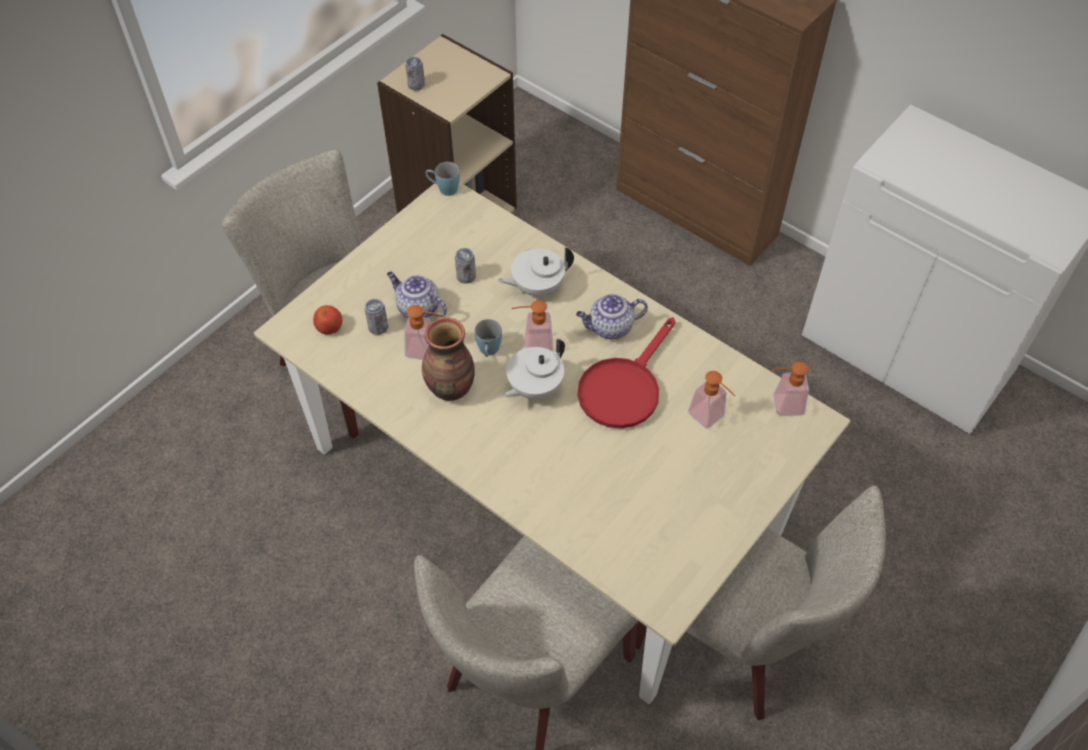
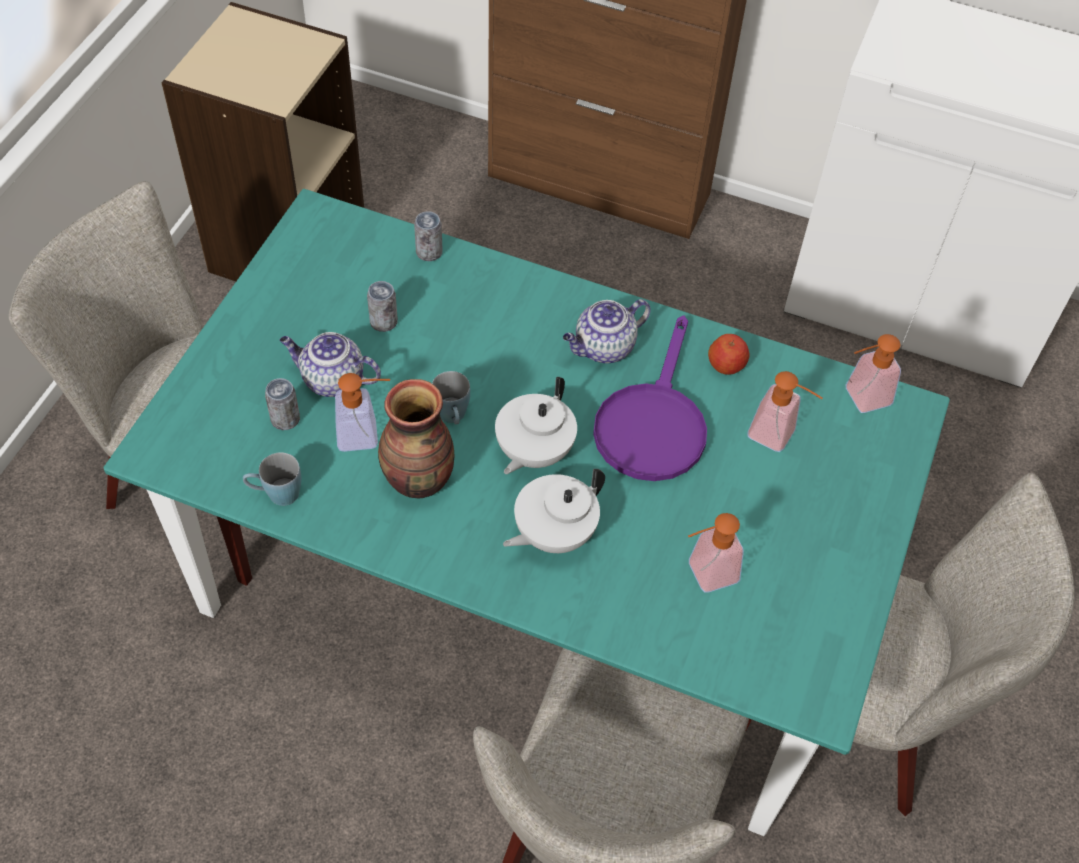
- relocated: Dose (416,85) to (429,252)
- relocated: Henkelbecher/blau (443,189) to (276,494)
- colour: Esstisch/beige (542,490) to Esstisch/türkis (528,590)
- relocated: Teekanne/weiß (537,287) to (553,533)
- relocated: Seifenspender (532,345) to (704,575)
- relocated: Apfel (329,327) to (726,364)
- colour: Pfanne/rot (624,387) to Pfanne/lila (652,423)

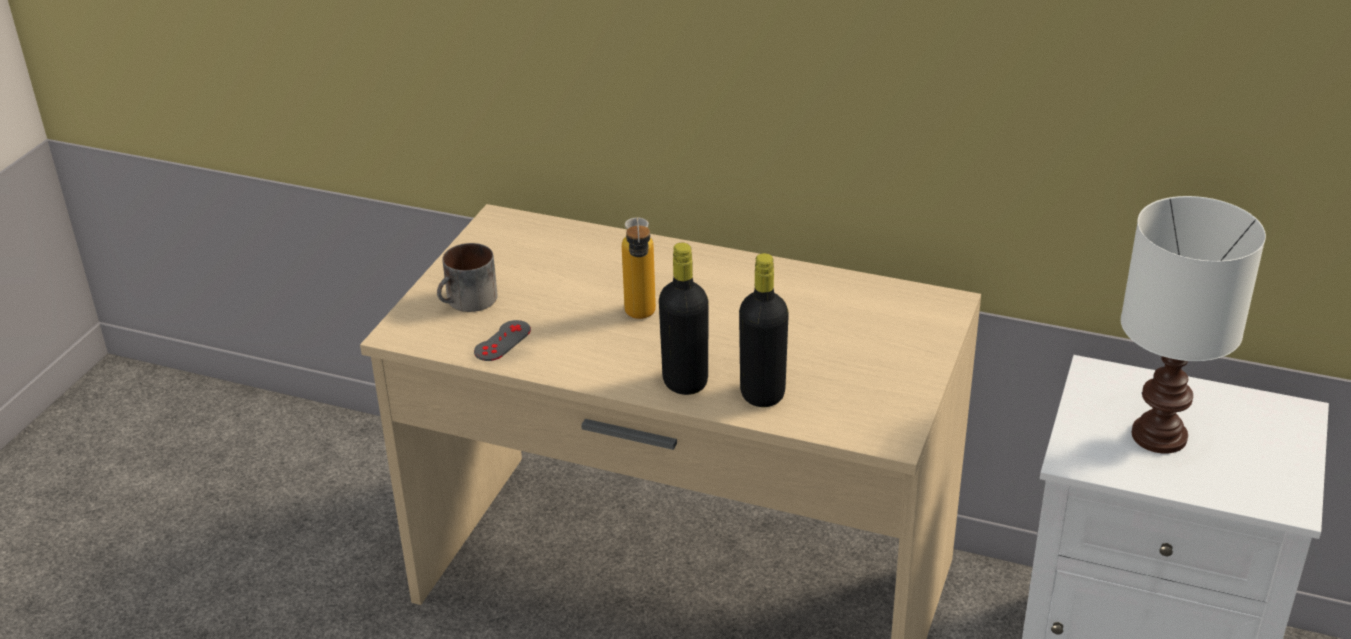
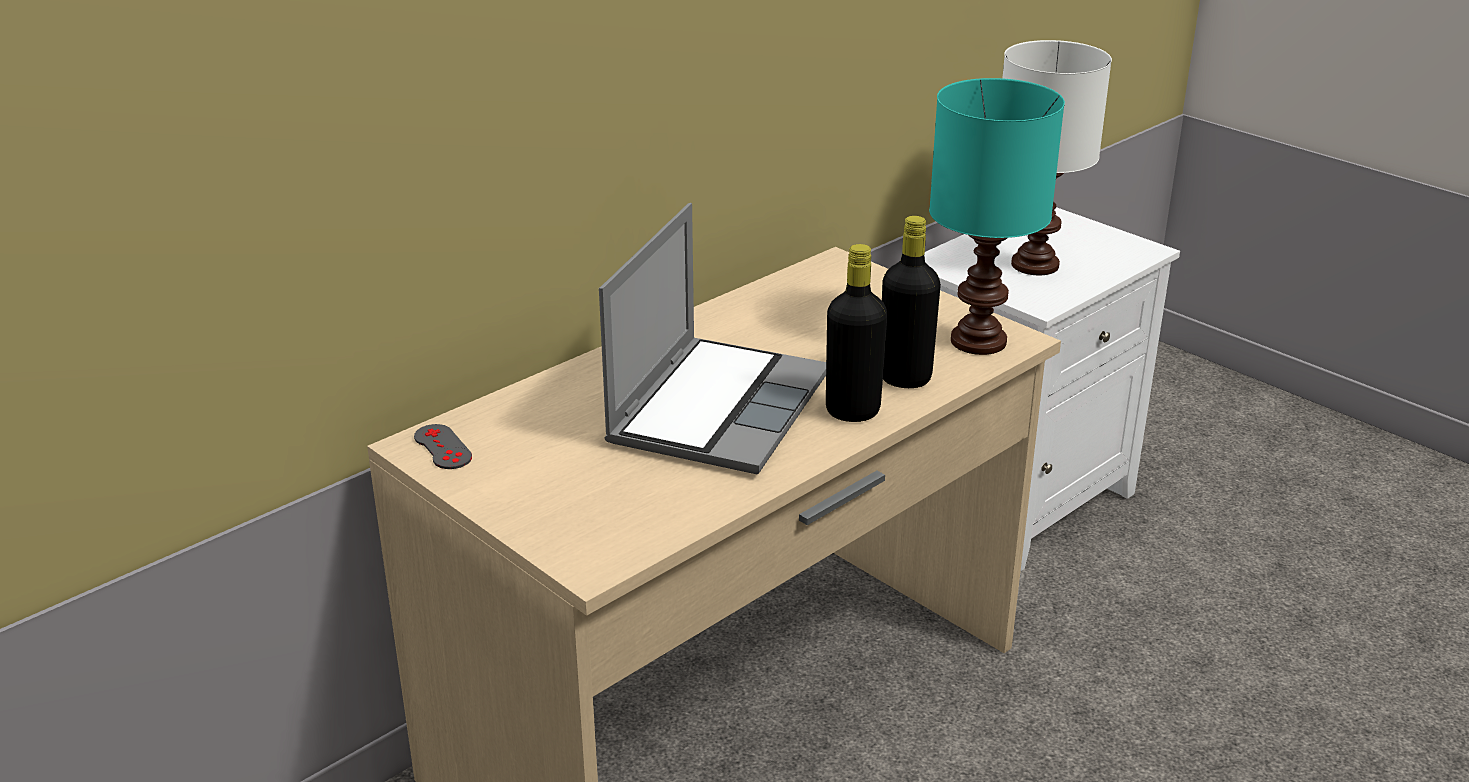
- exchanged: Flasche (641,319) to Laptop (718,407)
- missing: Henkelbecher (468,302)
- relocated: Gamepad/grau (502,341) to (442,447)
- appeared: Tischlampe/türkis (978,342)

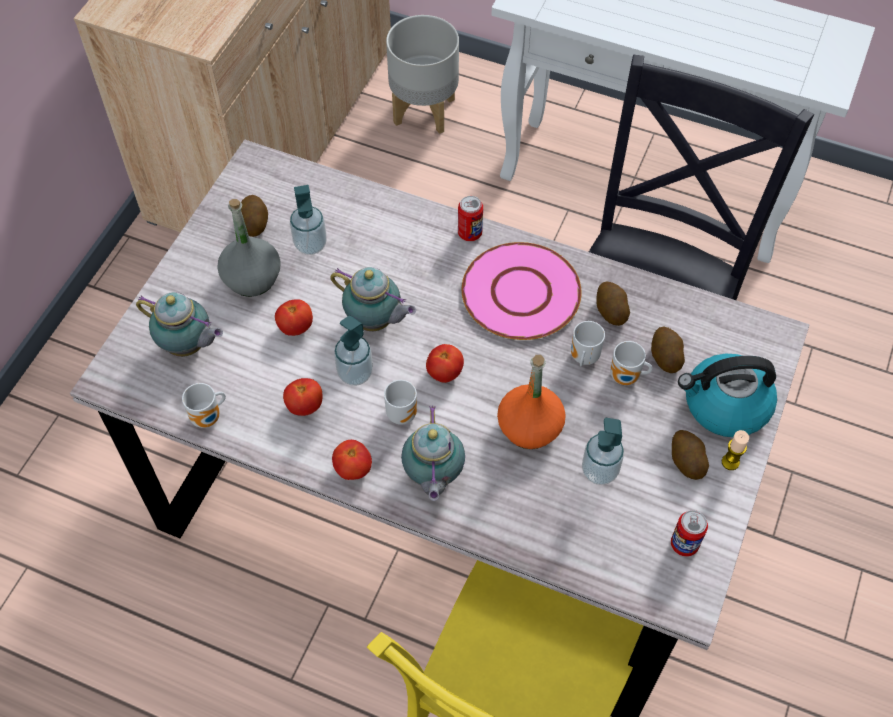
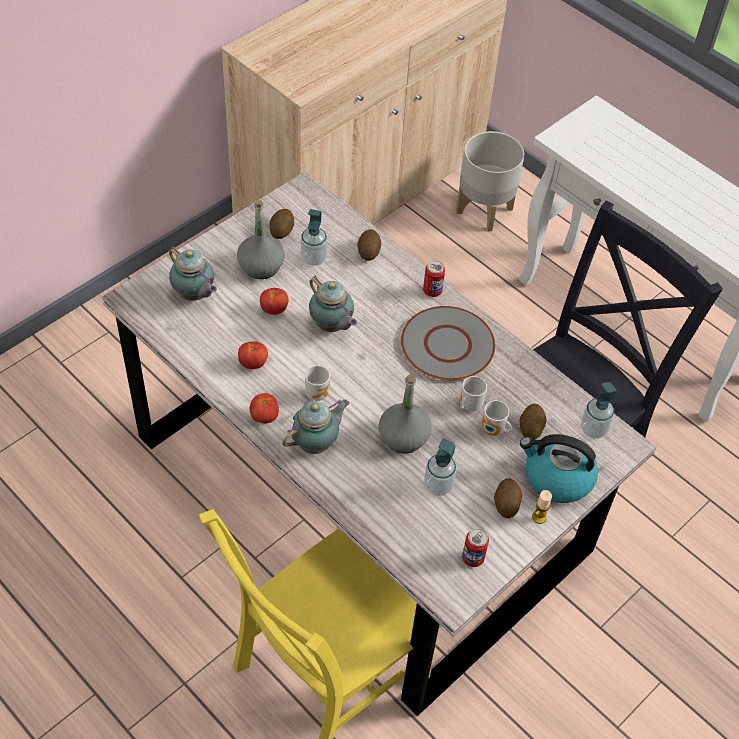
- colour: Teller/rosa (520,293) to Teller/grau (446,345)
- relocated: Kartoffel (610,311) to (368,251)
- relocated: Seifenspender (355,373) to (593,429)
- missing: Tomate (444,373)
- colour: Flasche/orange (530,427) to Flasche/grau (403,437)
- missing: Henkelbecher (209,418)
- spun: Teekanne (432,477) = (316,443) 150 degrees counterclockwise

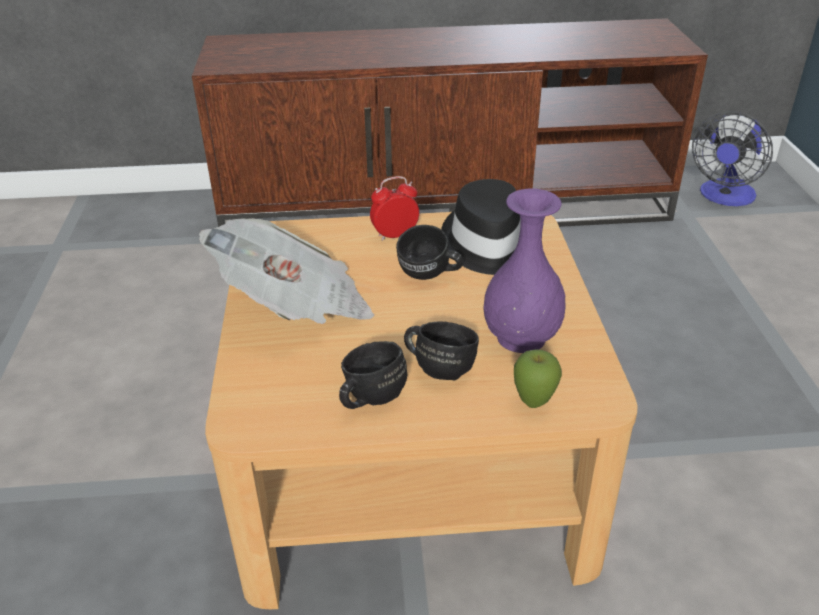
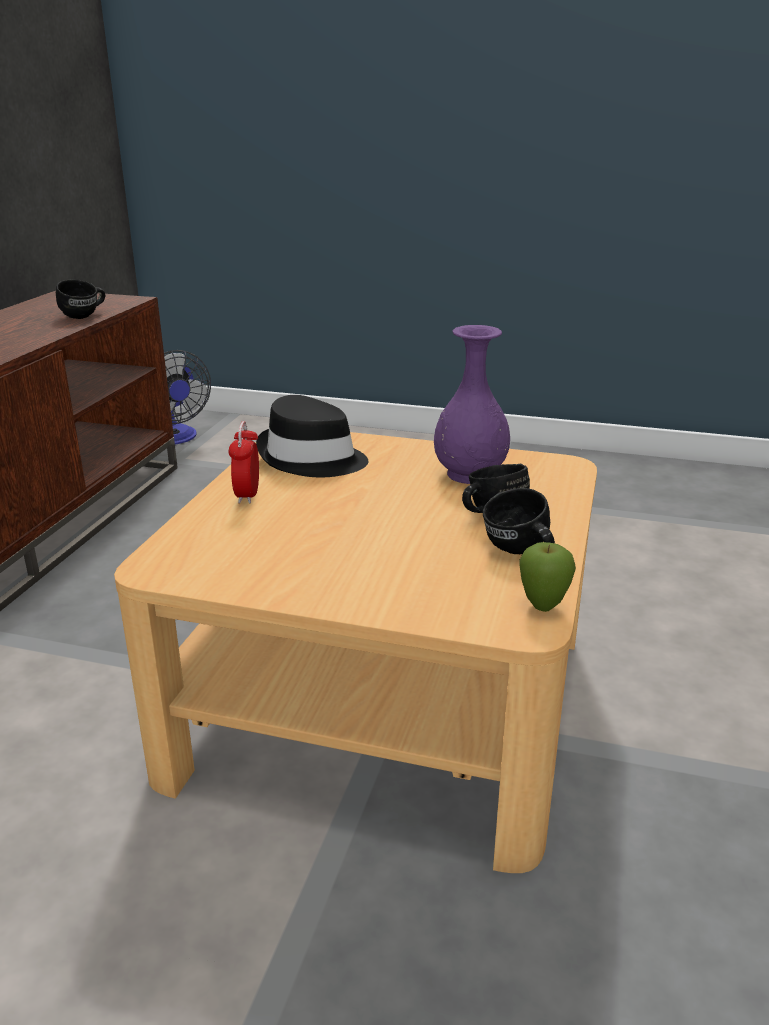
- missing: Zeitung (296,307)
- relocated: Henkelbecher/schwarz (429,276) to (85,316)
- relocated: Apfel (534,403) to (543,606)

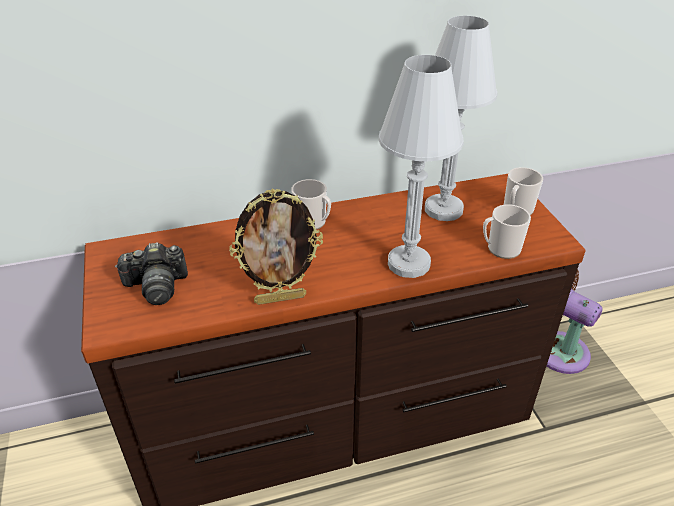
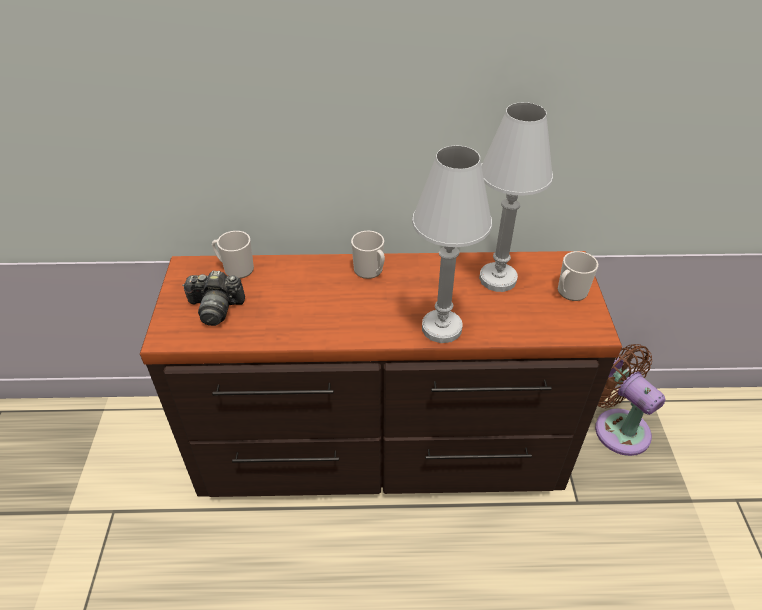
- missing: Bilderrahmen (280,298)
- relocated: Henkelbecher (500,249) to (235,269)

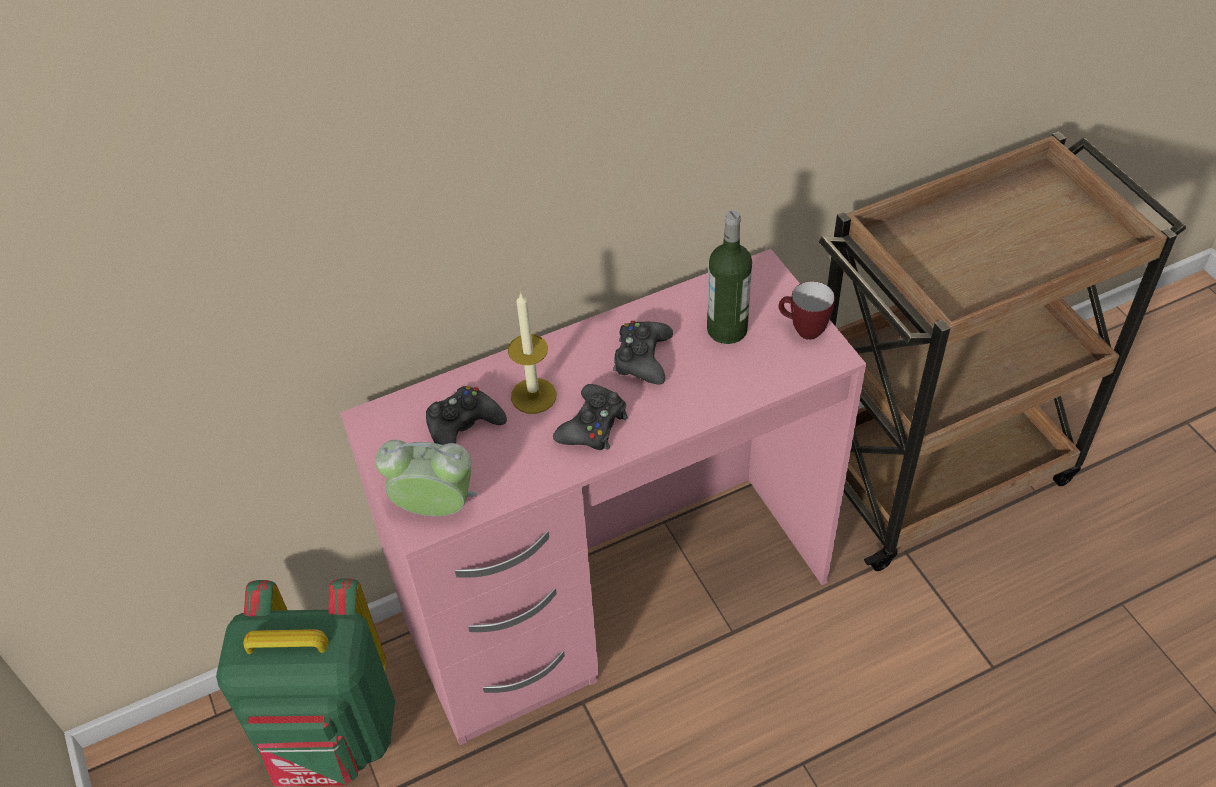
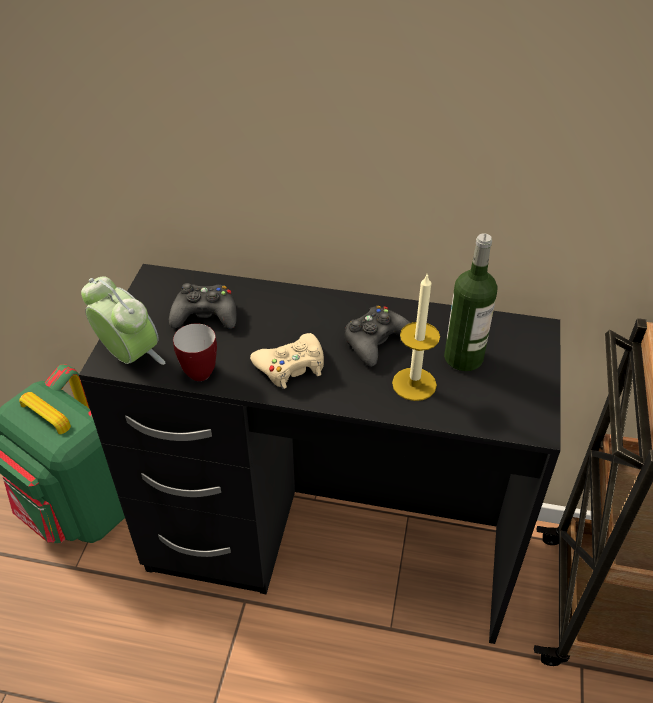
- colour: Schreibtisch/rosa (617,601) to Schreibtisch/schwarz (328,548)
- relocated: Henkelbecher (802,330) to (197,370)
- relocated: Kerze (533,396) to (414,384)
- colour: Gamepad/schwarz (593,426) to Gamepad/beige (291,367)

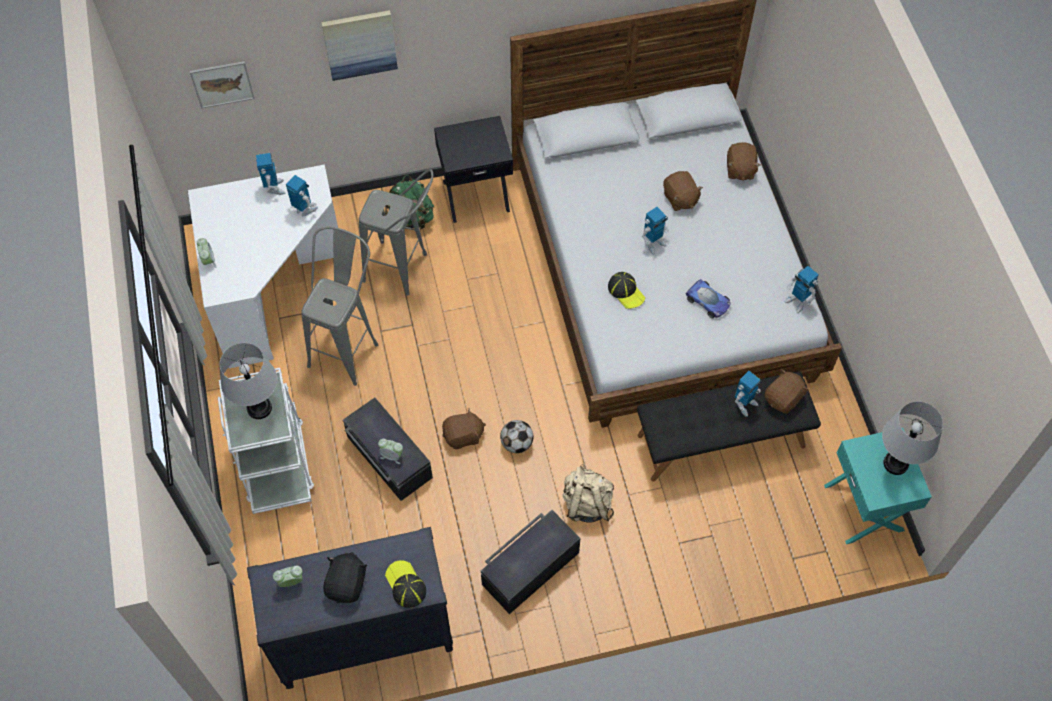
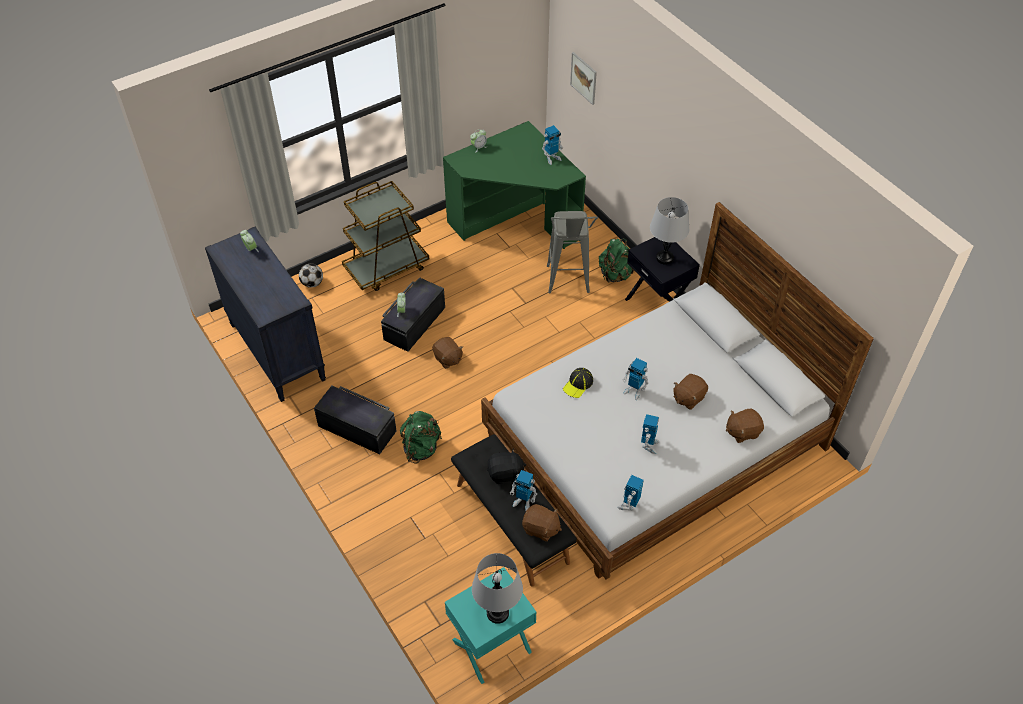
- missing: Bild (360,44)
- colour: Schreibtisch/weiß (273,292) to Schreibtisch/grün (515,224)
- relocated: Spielzeugroboter (304,209) to (649,445)
- missing: Hocker/grau (348,346)
- missing: Spielzeugauto (708,302)
- relocated: Tischlampe/grau (259,408) to (664,258)
- colour: Rollwagen/weiß (276,463) to Rollwagen/braun (387,268)
- relocated: Fußball (516,443) to (312,283)
- colour: Rucksack/beige (587,504) to Rucksack/grün (421,448)
- relocated: Plüschtier/schwarz (347,584) to (505,474)
- missing: Kappe (405,585)

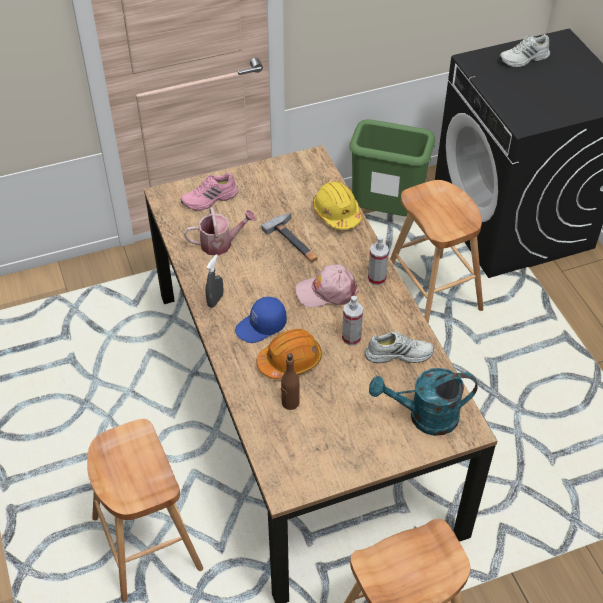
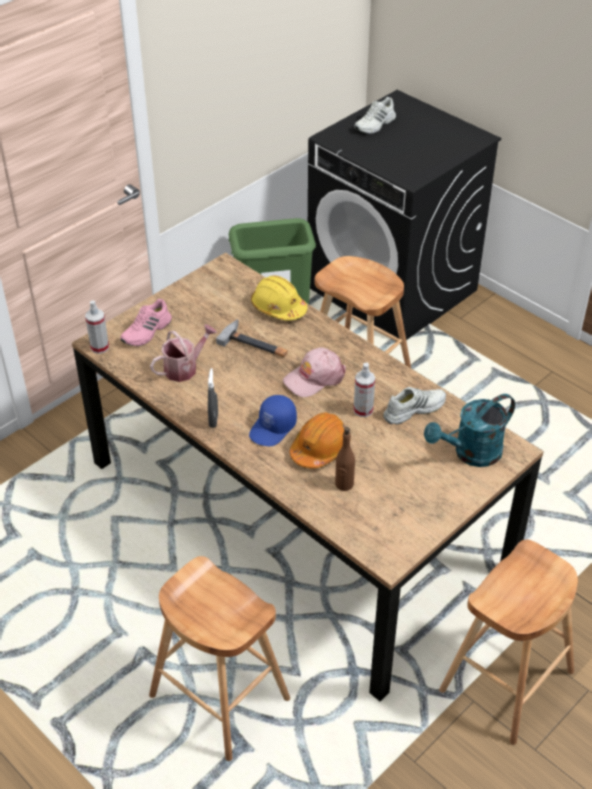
- relocated: Sprühflasche (376,278) to (99,347)

